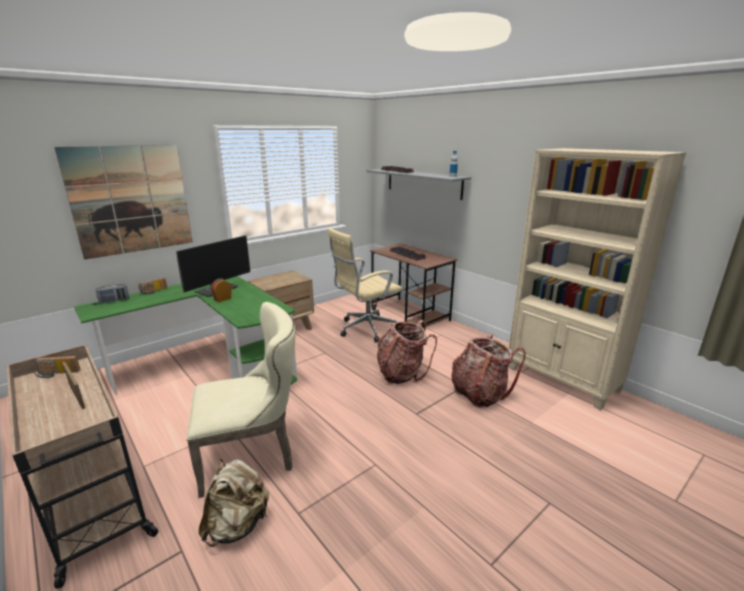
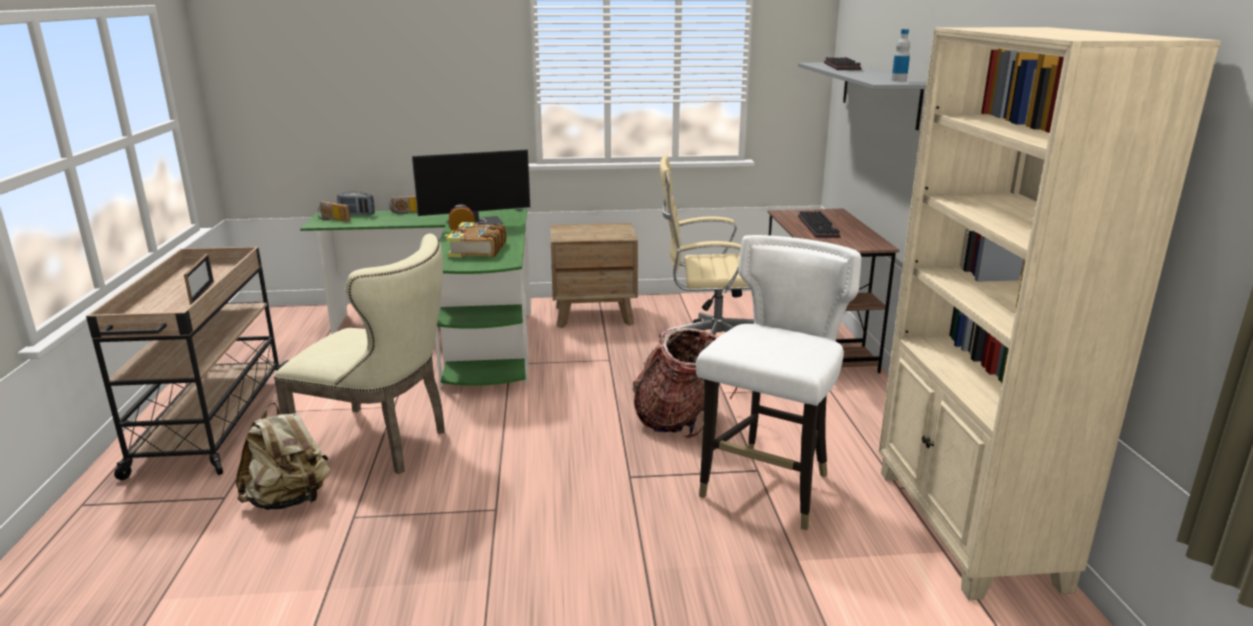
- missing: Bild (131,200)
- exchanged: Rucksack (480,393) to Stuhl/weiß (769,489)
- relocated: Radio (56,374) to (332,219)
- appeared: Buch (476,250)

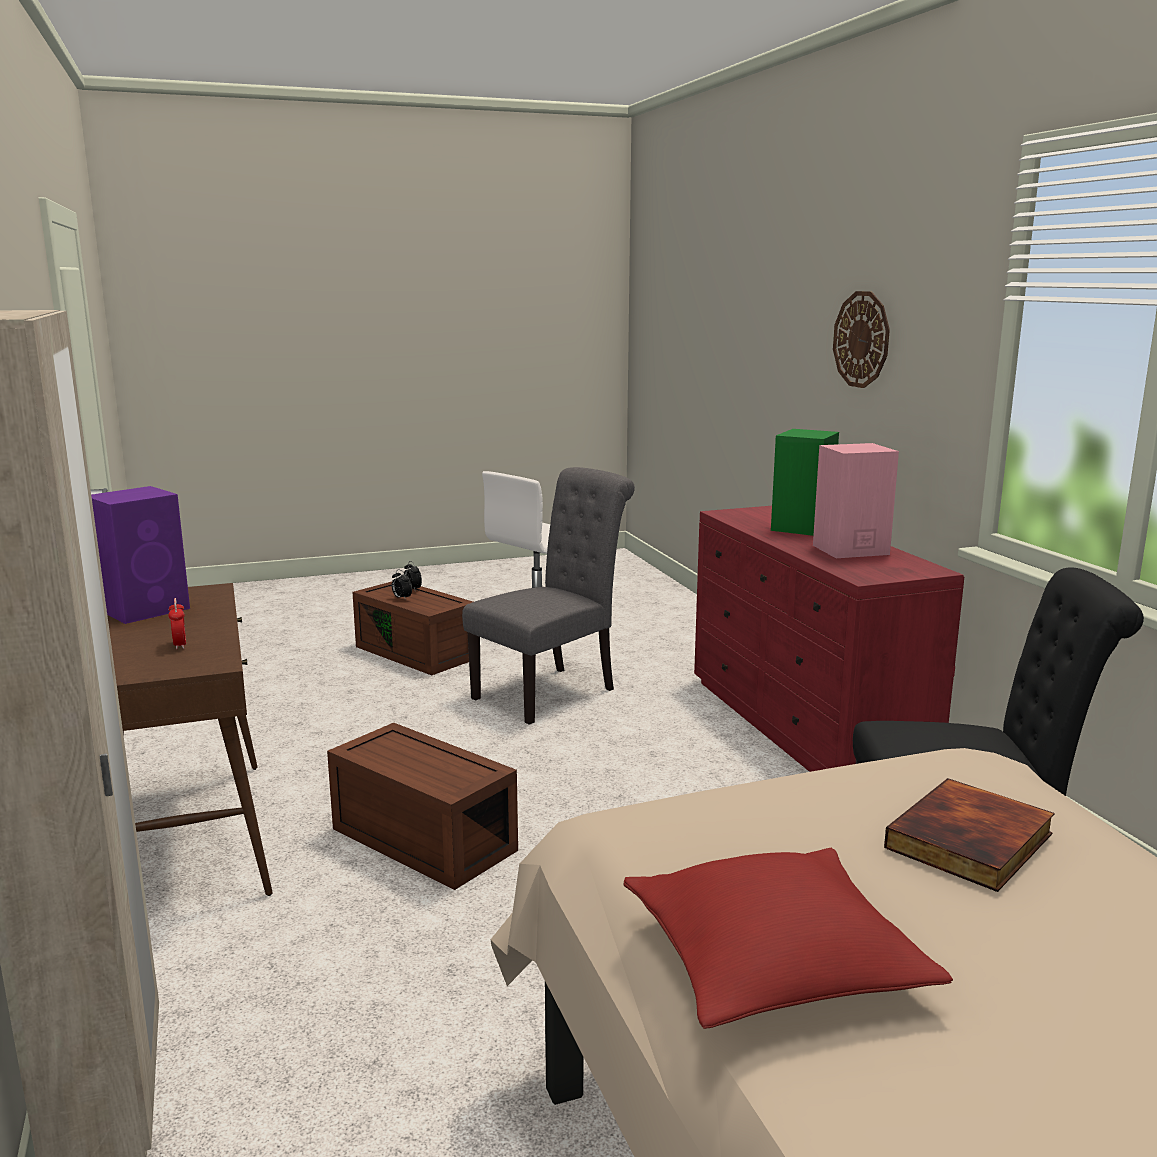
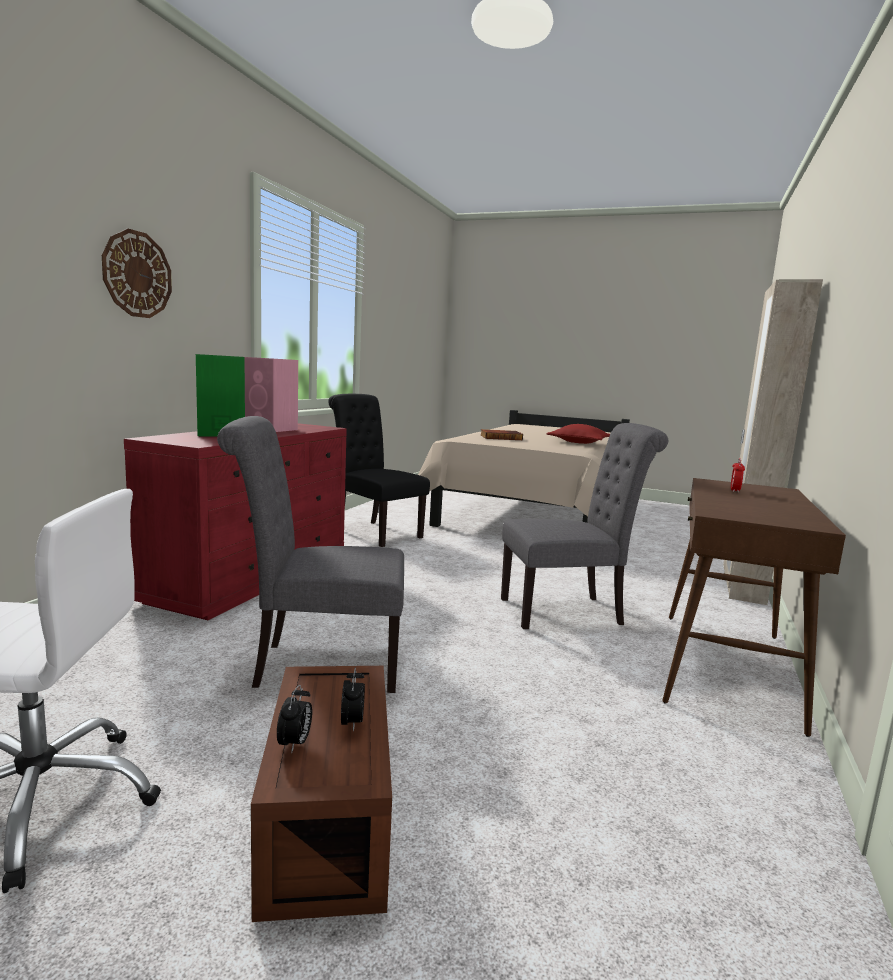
- missing: Lautsprecher/lila (147,609)
- exchanged: Aufbewahrungsbox/braun (419,840) to Stuhl/grau (568,611)

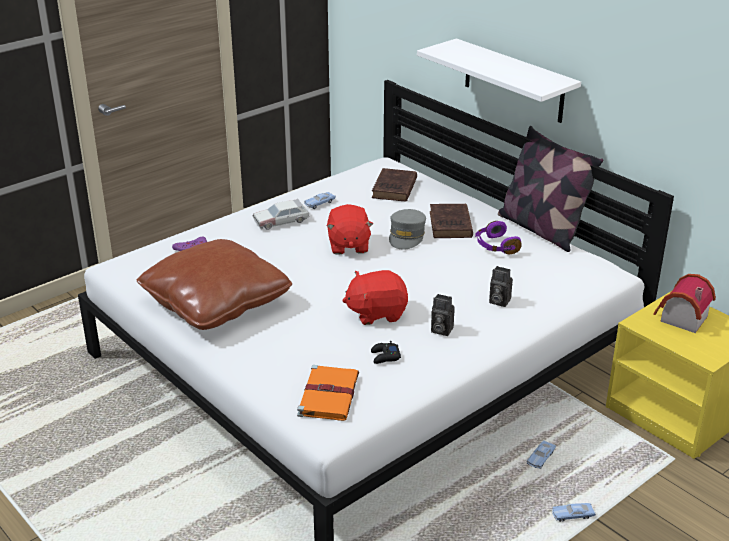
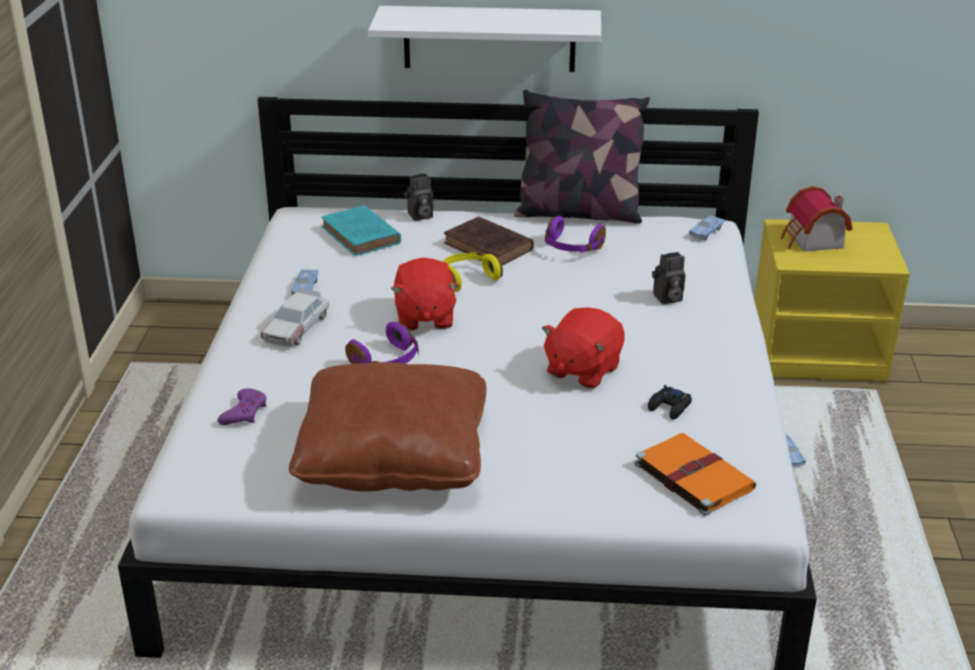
- colour: Buch/braun (394,189) to Buch/türkis (362,236)
- spun: Plüschtier/rot (348,245) = (424,317) 45 degrees clockwise
- exchanged: Kappe/grau (406,236) to Kopfhörer/gelb (466,279)
- relocated: Kamera (440,330) to (419,216)
- relocated: Spielzeugauto/blau (572,515) to (706,232)
- appeared: Kopfhörer/lila (386,361)

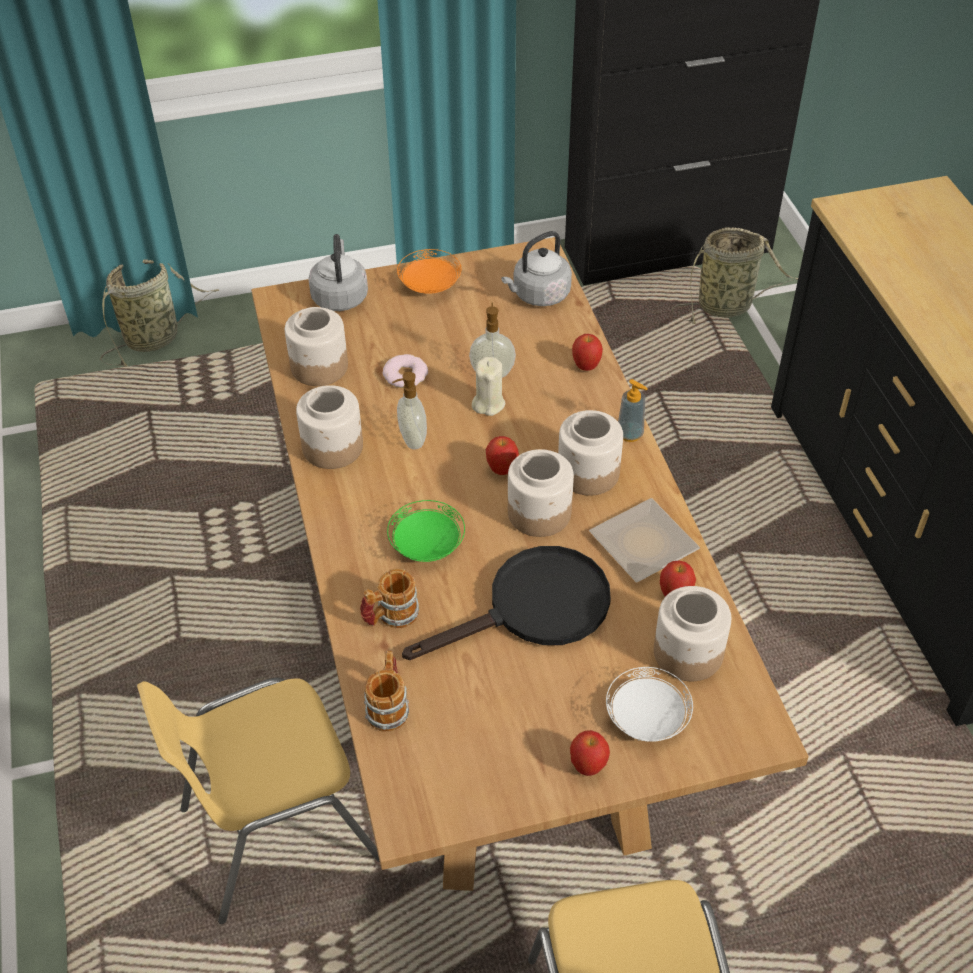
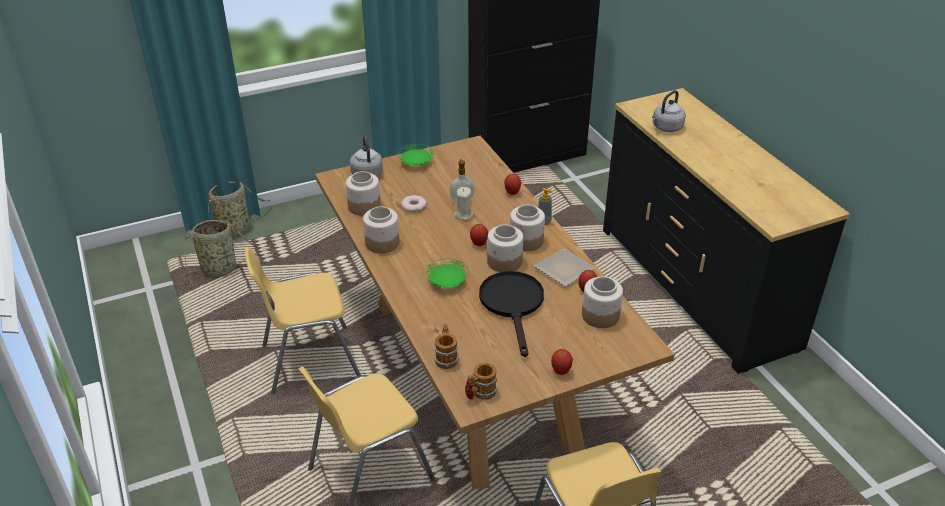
- relocated: Korb (728,305) to (222,269)
- relocated: Wasserkessel/grau (538,295) to (666,128)
- colour: Teller/orange (430,286) to Teller/grün (416,163)
- missing: Seifenspender (411,439)
- spun: Pfanne/schwarz (533,609) = (513,305) 60 degrees counterclockwise
- relocated: Henkelbecher (390,616) to (480,393)
- missing: Teller/weiß (647,719)
- appeared: Stuhl/gelb (309,360)

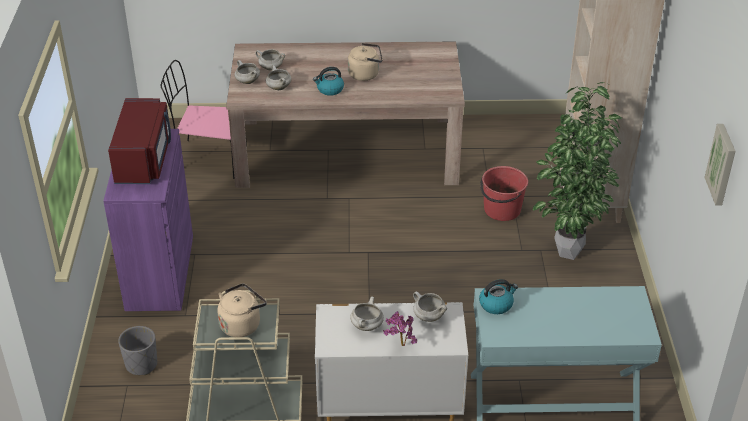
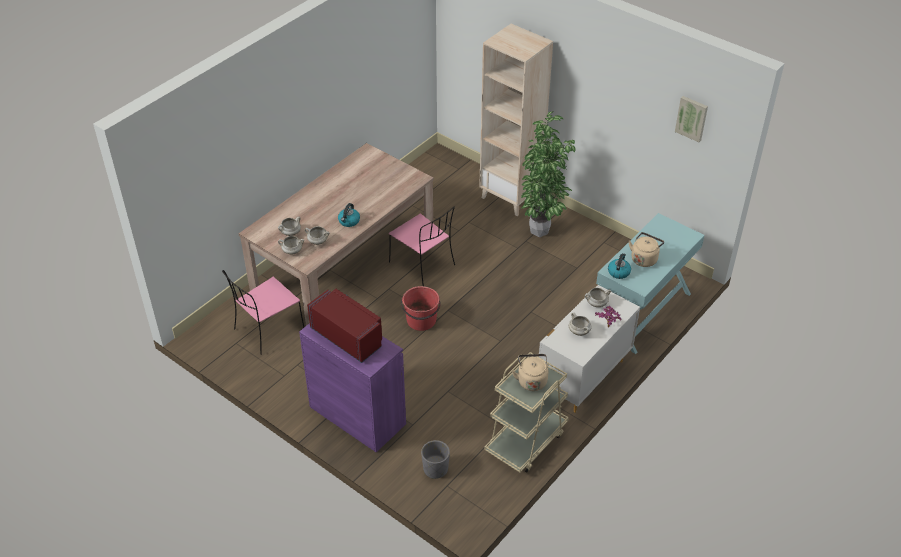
- relocated: Wasserkessel/beige (365,74) to (644,258)
- relocated: Eimer/rot (501,210) to (421,321)
- appeared: Stuhl/rosa (423,264)

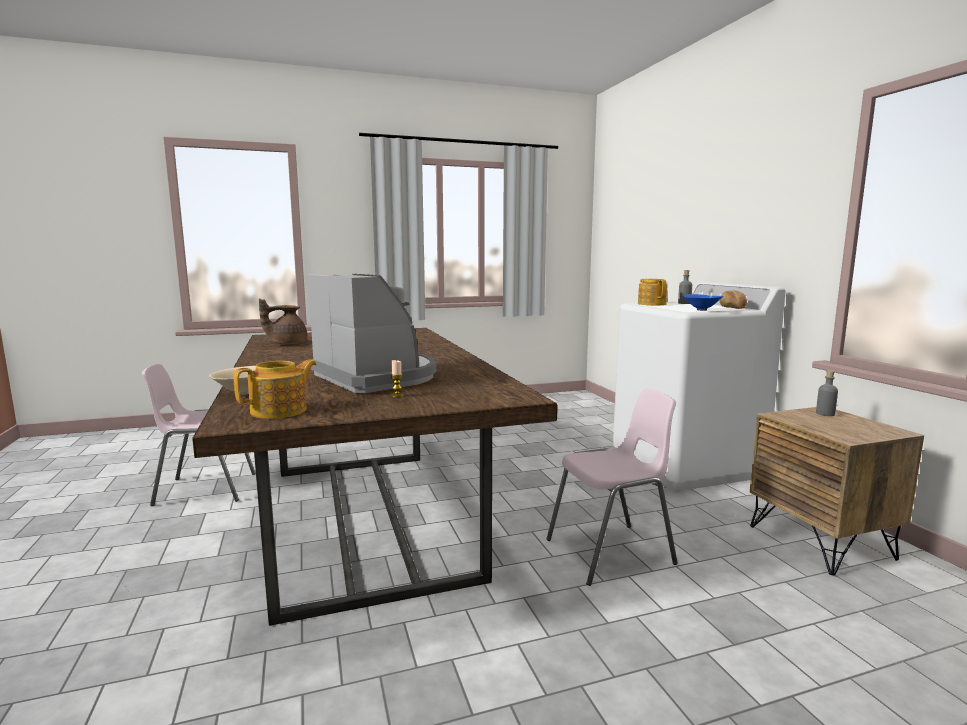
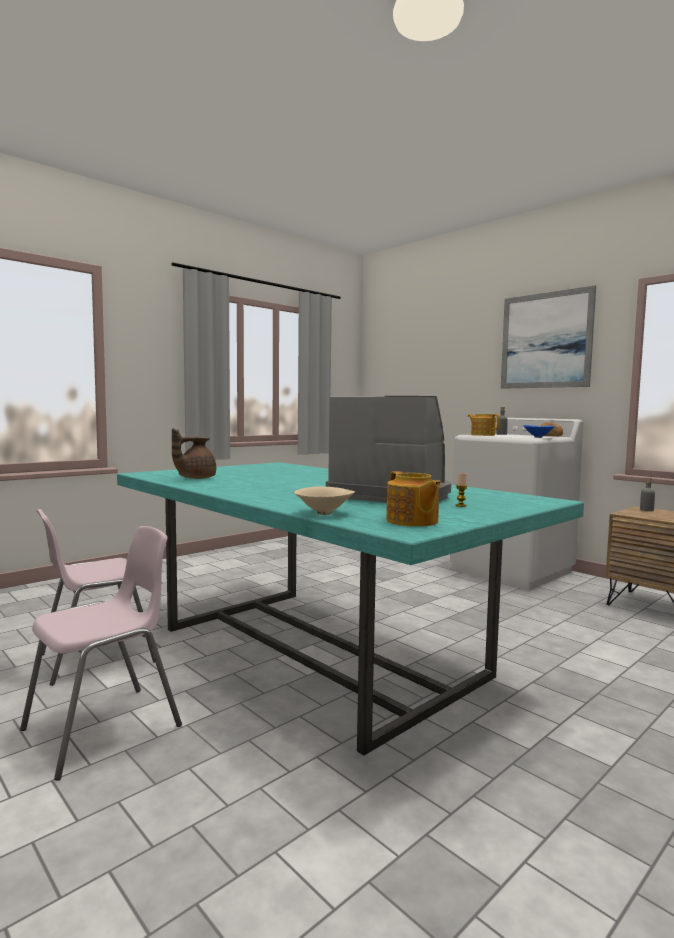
- colour: Esstisch/braun (366,516) to Esstisch/türkis (315,650)
- spun: Teekanne (280,411) = (412,521) 135 degrees clockwise
- relocated: Stuhl/rosa (612,552) to (105,728)
- appeared: Bild (545,340)

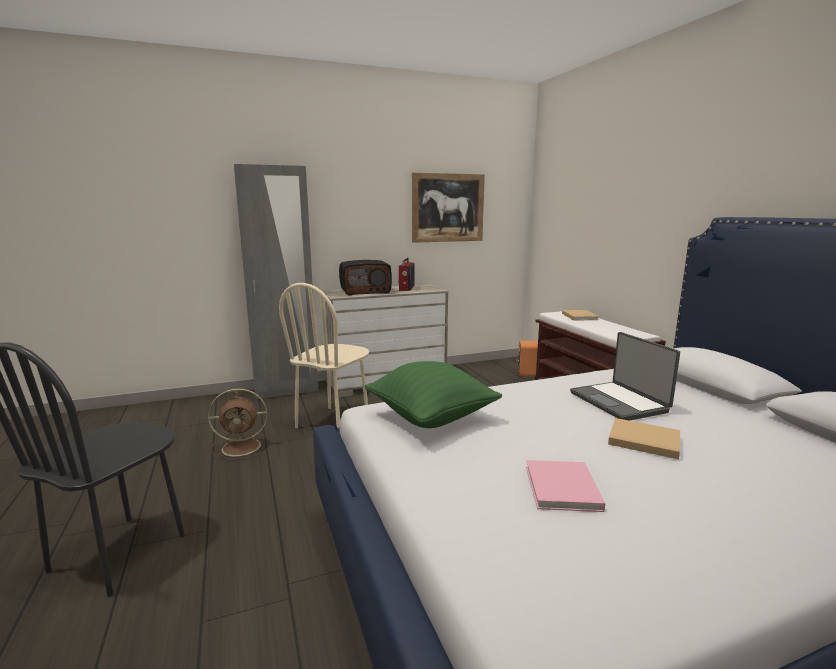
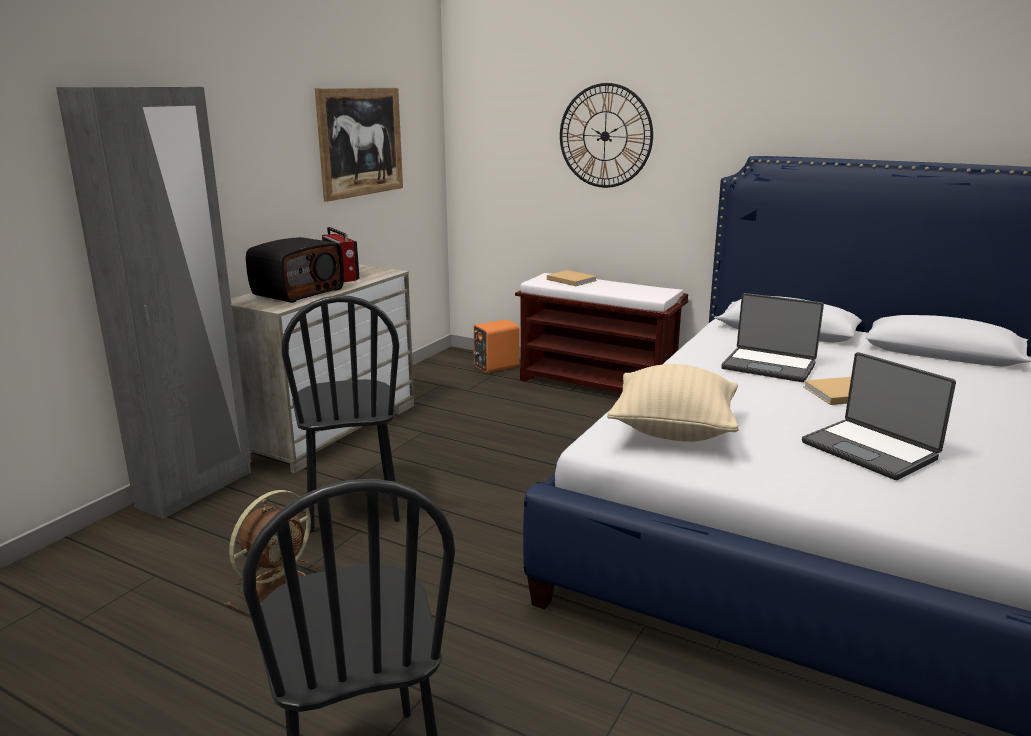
- colour: Stuhl/beige (333,422) to Stuhl/schwarz (352,505)
- colour: Kissen/grün (431,417) to Kissen/beige (673,431)
- exchanged: Buch/rosa (562,489) to Laptop (870,450)
- appeared: Wanduhr (605,136)

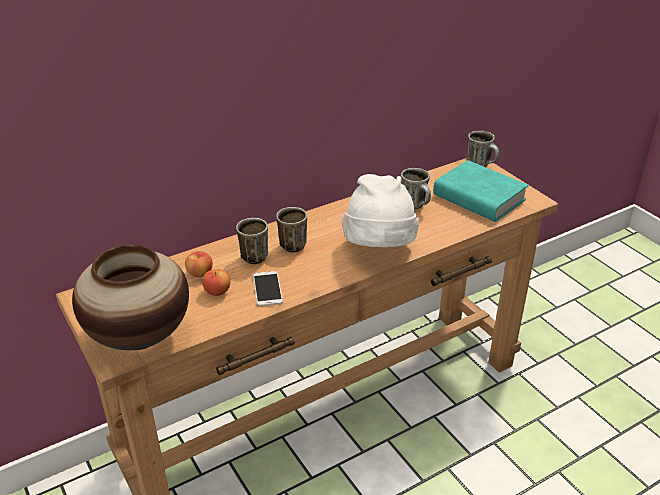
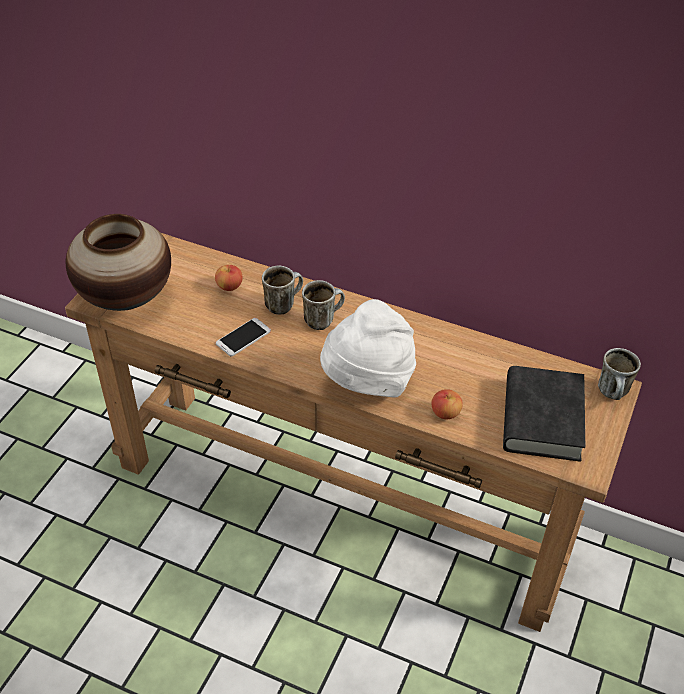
- colour: Buch/türkis (479,198) to Buch/schwarz (542,419)
- missing: Henkelbecher (416,206)
- relocated: Apfel (217,291) to (445,413)

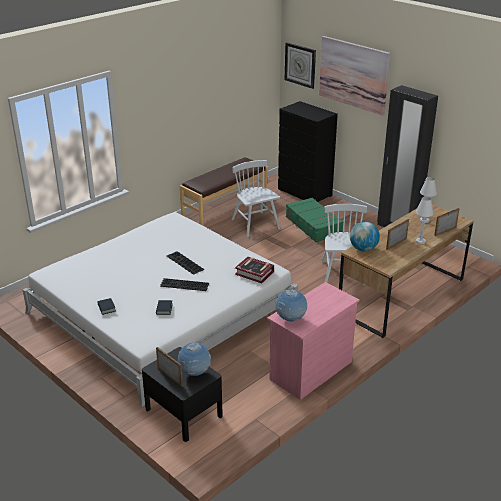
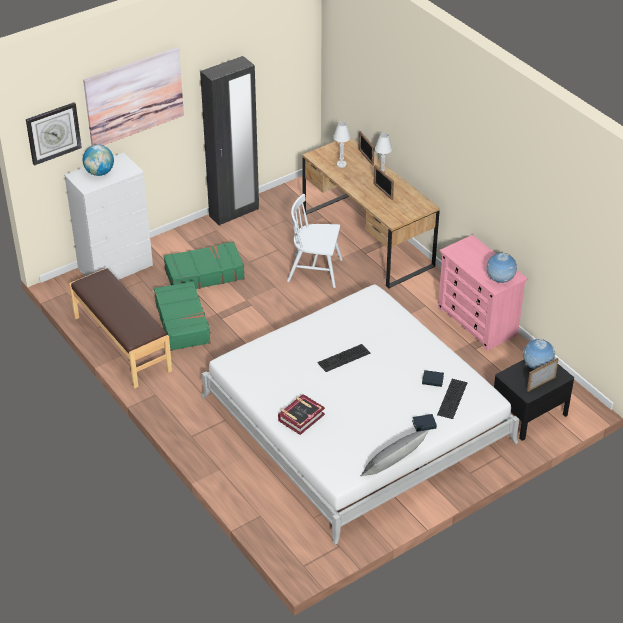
- colour: Kommode/schwarz (305,193) to Kommode/weiß (116,268)
- exchanged: Stuhl/weiß (255,224) to Koffer/grün (183,322)
- relocated: Globus (363,249) to (99,173)
- relocated: Buch (254,273) to (301,417)
- relocated: Tastatur (184,285) to (453,399)
- appeared: Kissen/grau (394,464)

